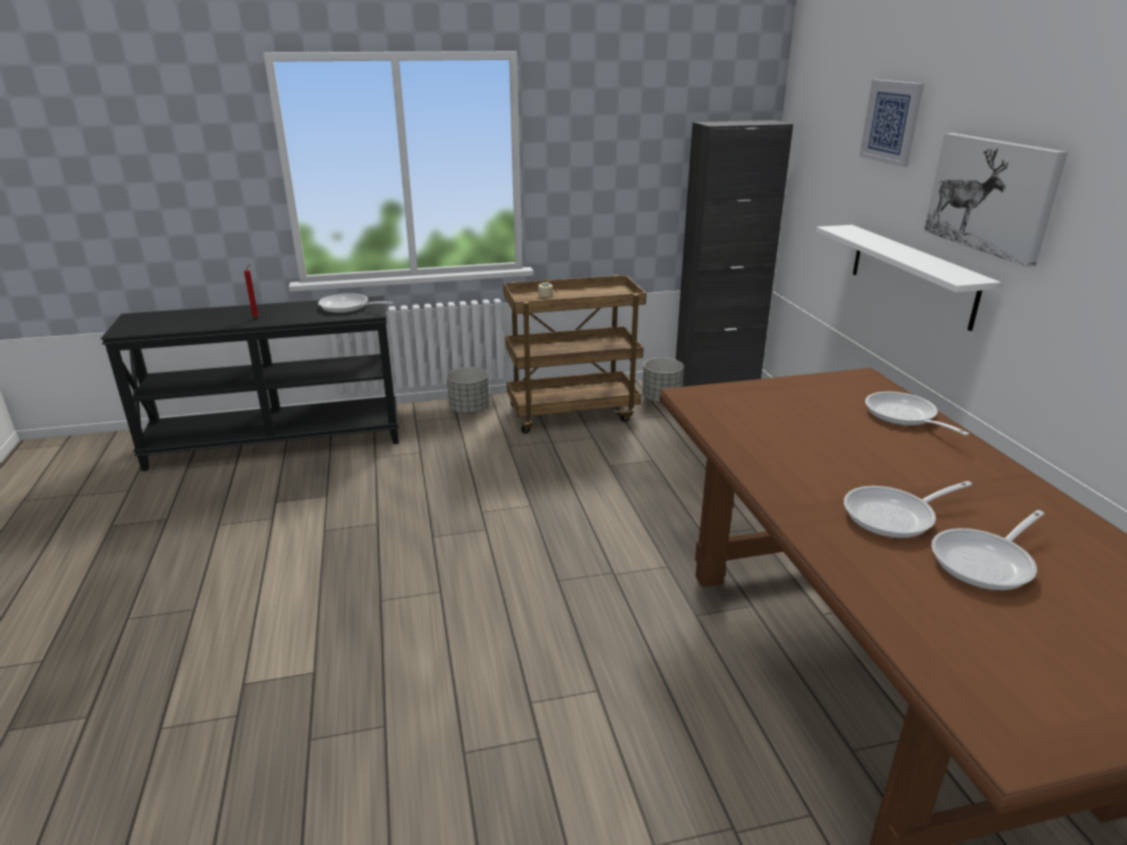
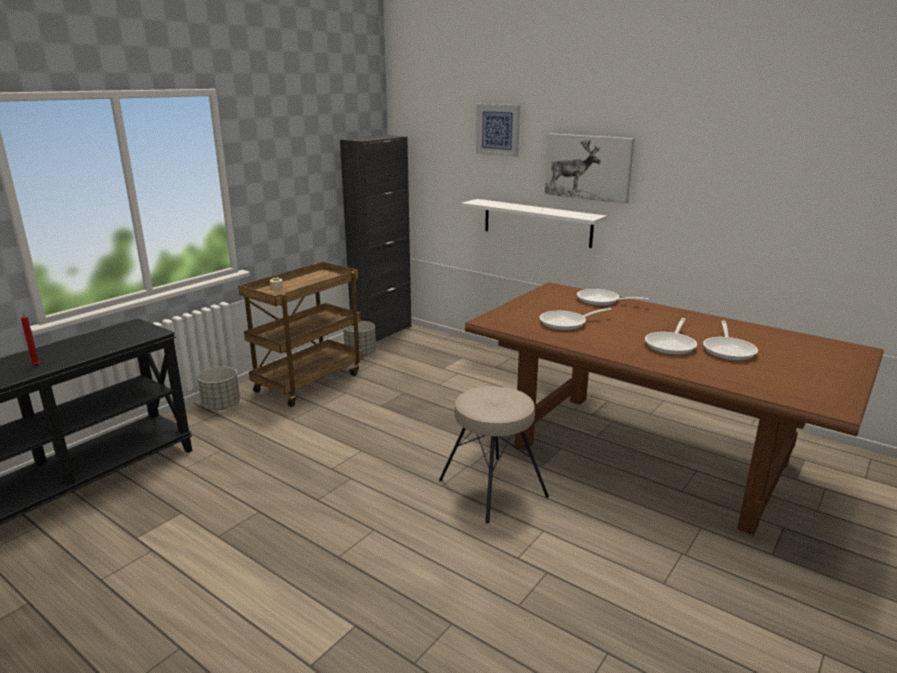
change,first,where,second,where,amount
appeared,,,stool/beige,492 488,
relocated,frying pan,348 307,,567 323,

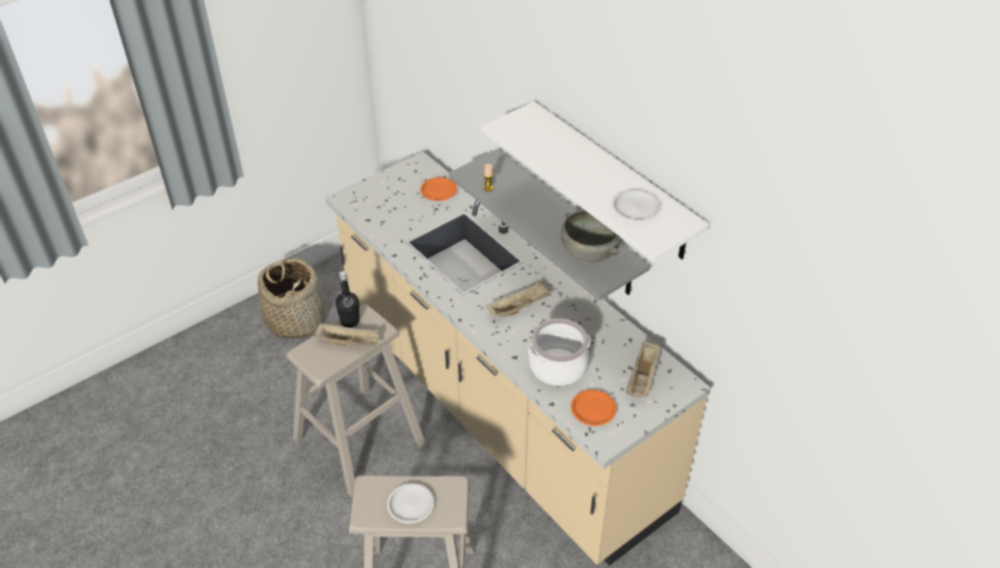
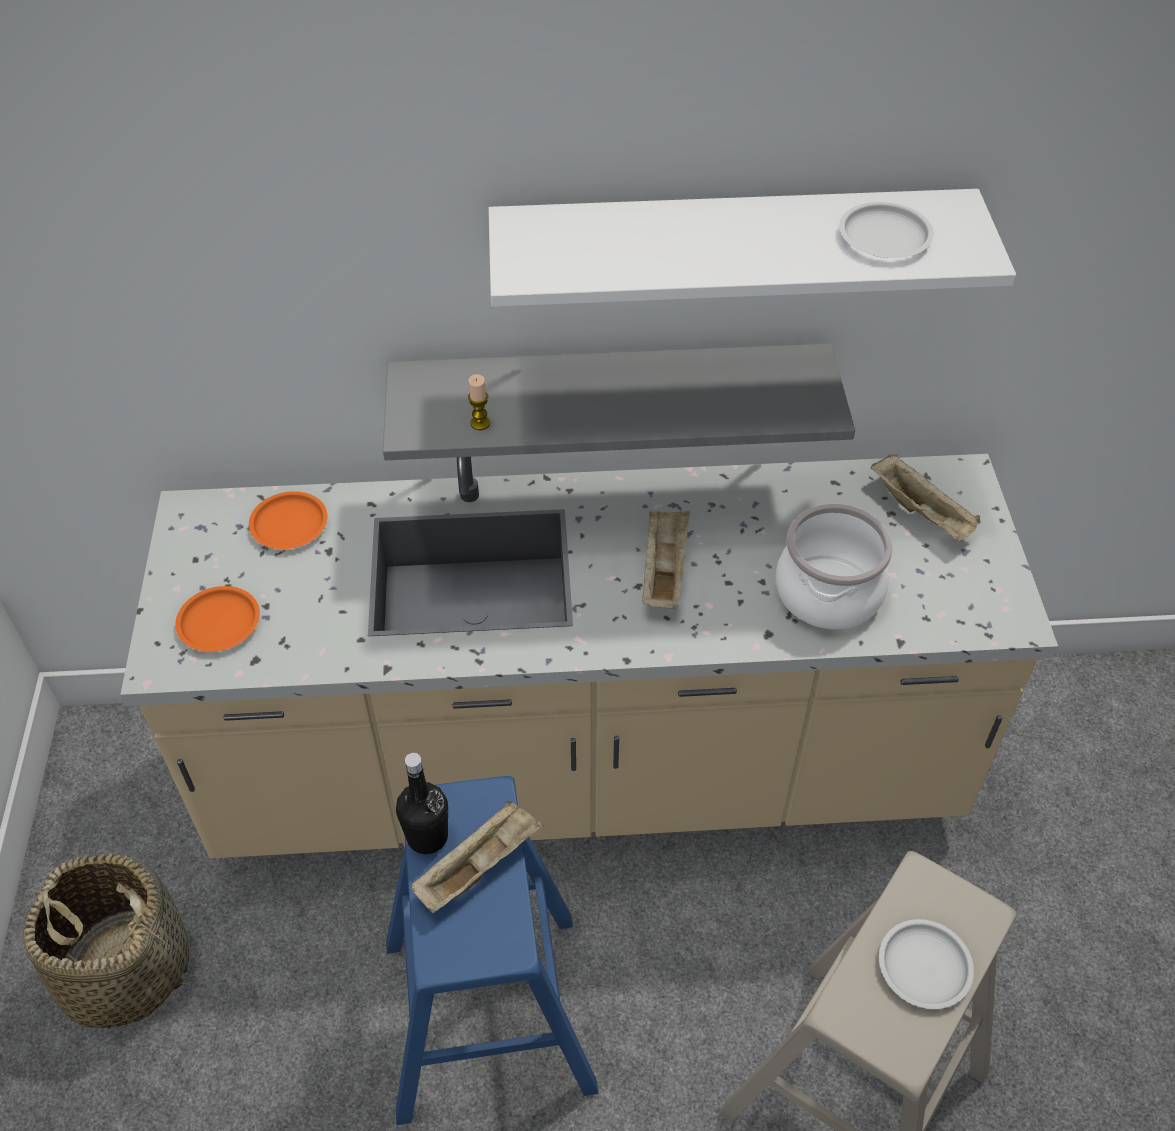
change,first,where,second,where,amount
missing,bowl/grey,588 252,,,
relocated,plate/orange,593 410,,220 622,
colour,stool/beige,358 441,stool/blue,488 1015,

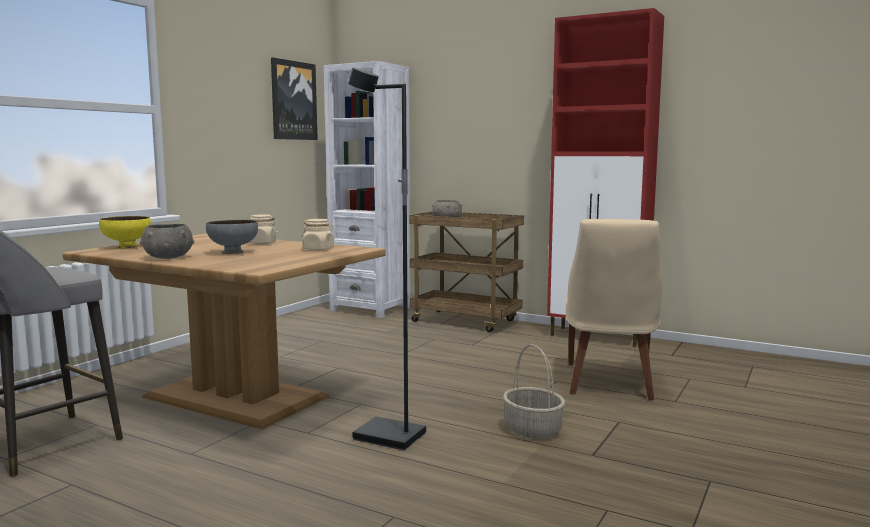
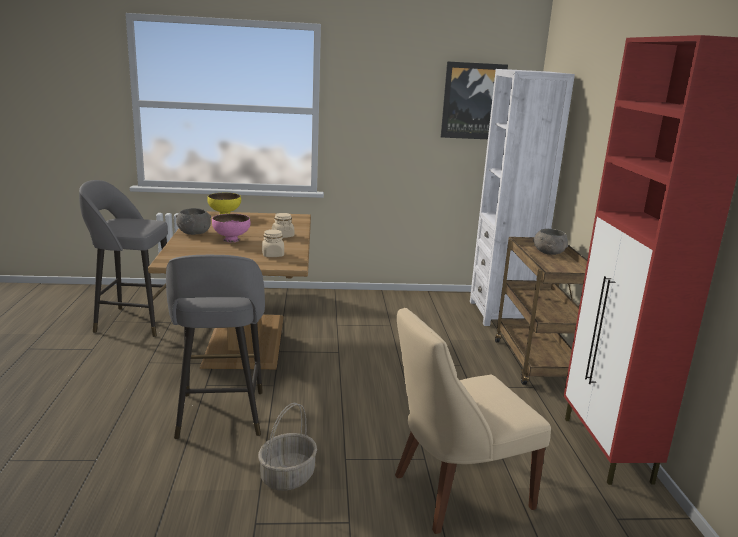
change,first,where,second,where,amount
exchanged,floor lamp/black,388 437,stool/grey,220 416,
colour,bowl/grey,233 252,bowl/pink,231 240,

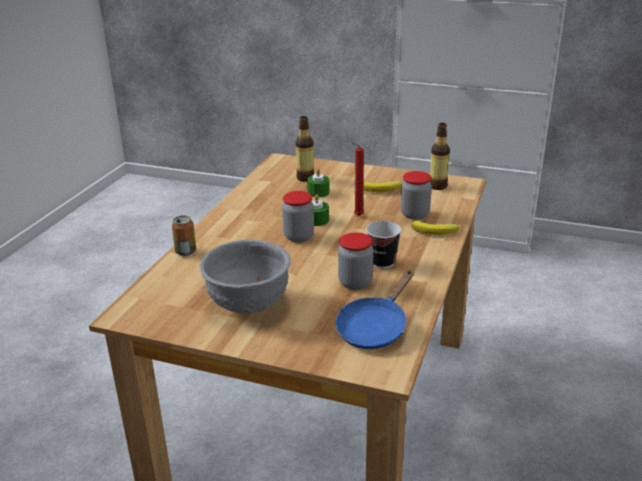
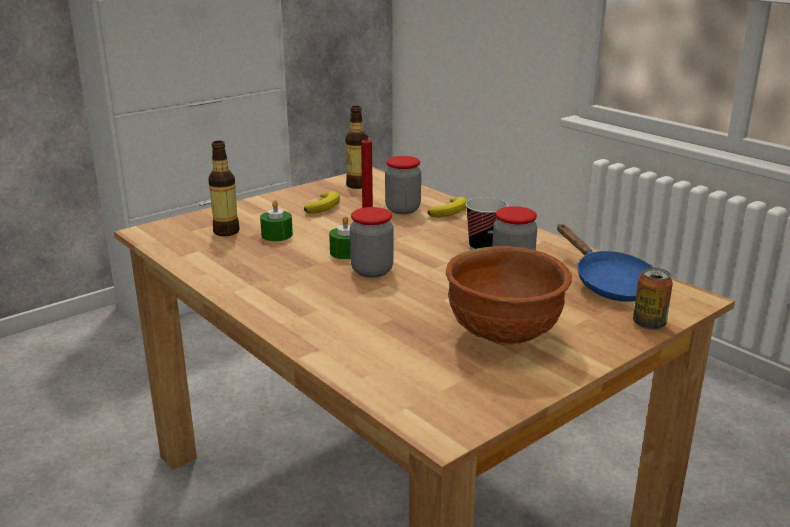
change,first,where,second,where,amount
relocated,can,186 252,,649 324,
colour,bowl/grey,247 305,bowl/brown,503 336,

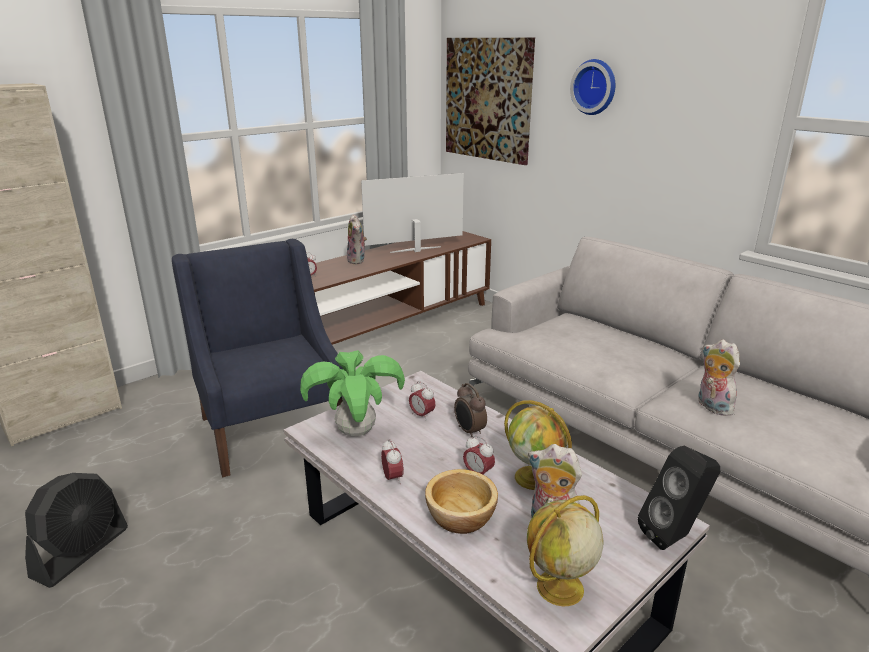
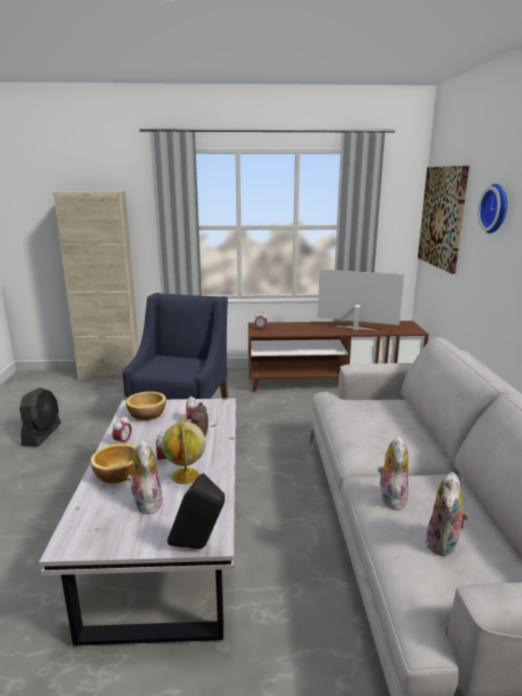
change,first,where,second,where,amount
missing,globe,559 588,,,
relocated,plush toy,357 261,,444 545,
exchanged,potted plant,356 432,bowl,148 414,
spun,fan/black,81 552,,42 434,60 degrees counterclockwise

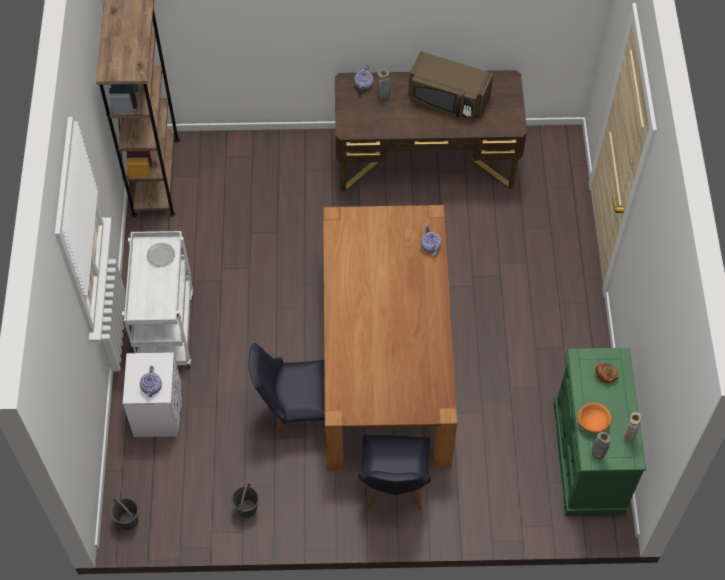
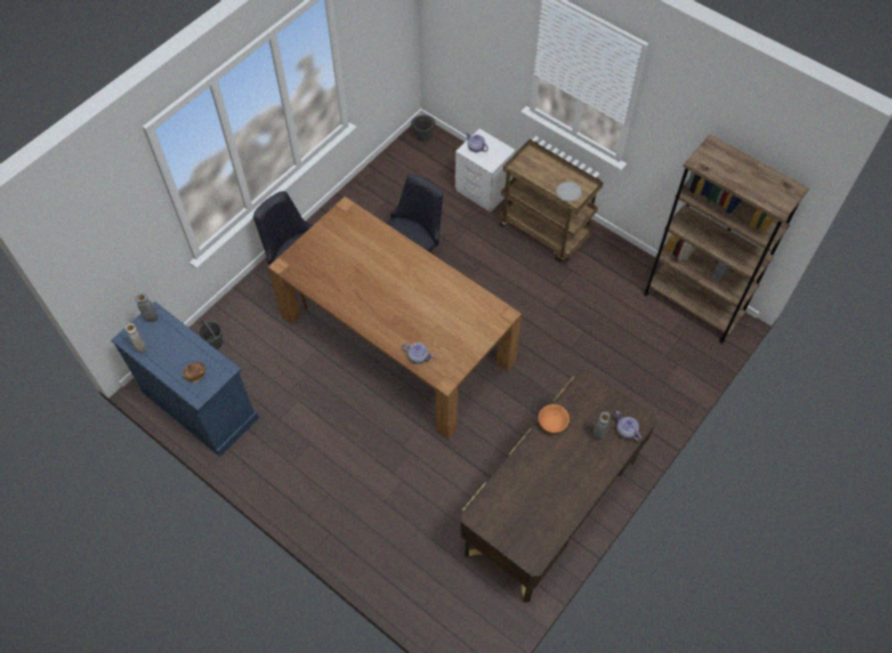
change,first,where,second,where,amount
missing,microwave/brown,448 100,,,
relocated,bucket/grey,247 509,,214 342,
relocated,bowl/orange,592 423,,552 424,
colour,cart/white,165 328,cart/brown,545 231,
colour,dresser/green,588 458,dresser/blue,200 404,

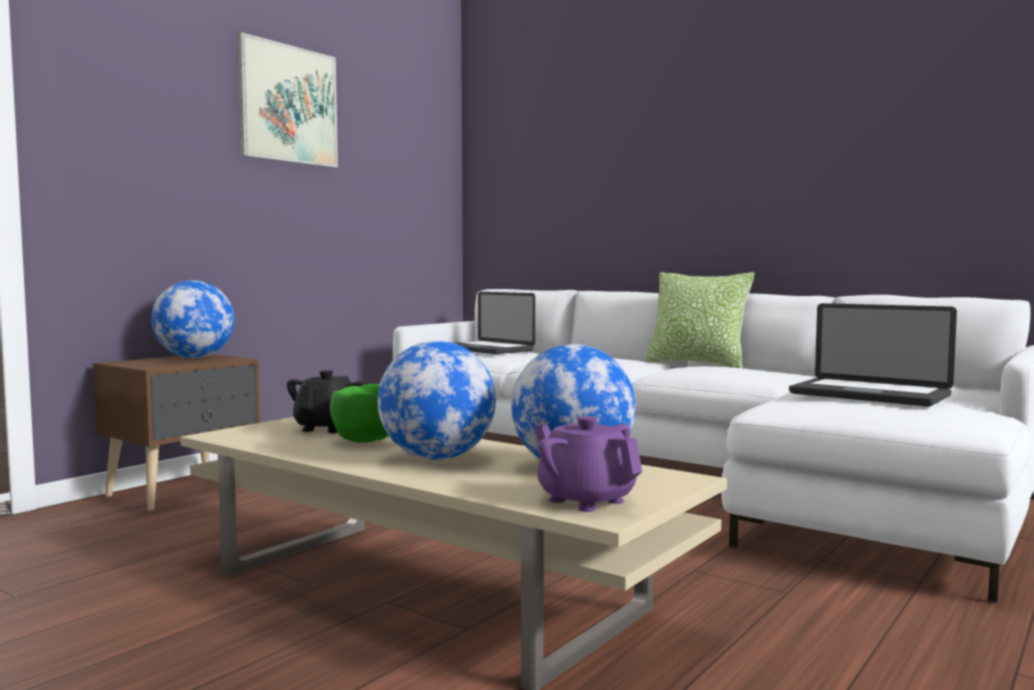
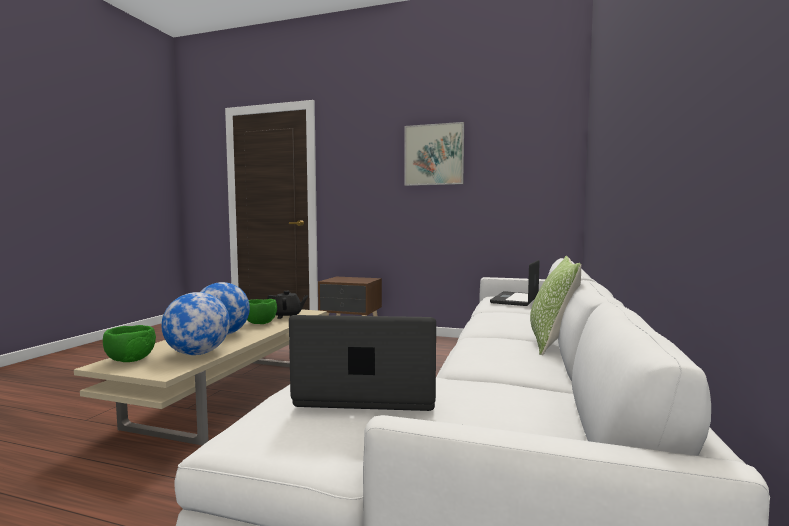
change,first,where,second,where,amount
missing,globe,195 358,,,
exchanged,teapot/purple,585 500,bowl/green,130 360,
spun,laptop,869 395,,367 393,75 degrees clockwise

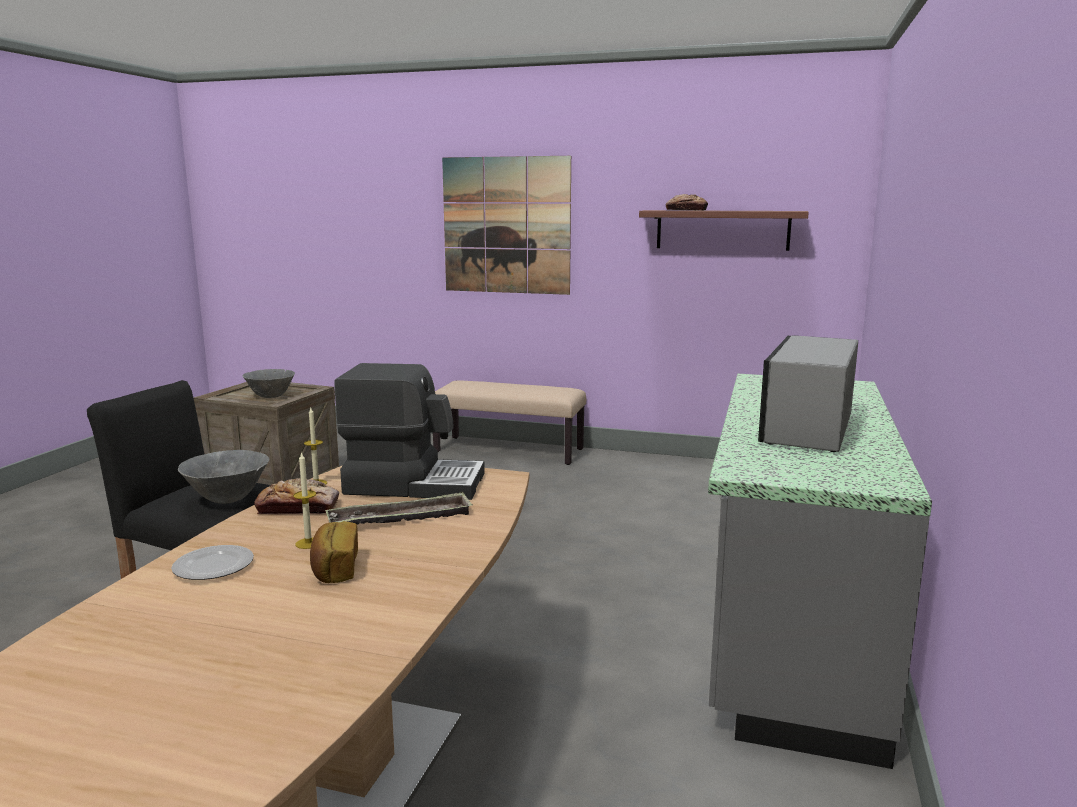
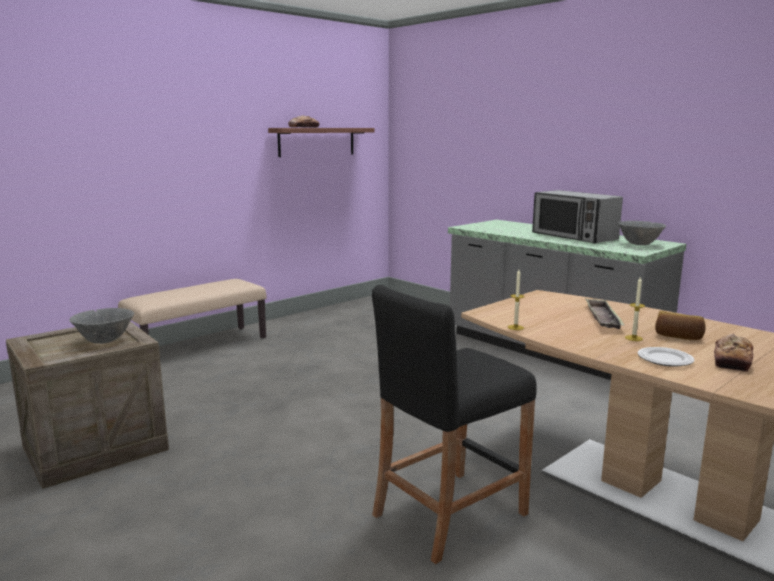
change,first,where,second,where,amount
missing,coffee machine,414 483,,,
missing,picture,506 225,,,
relocated,bowl/grey,228 499,,639 245,
relocated,bread,298 508,,732 360,

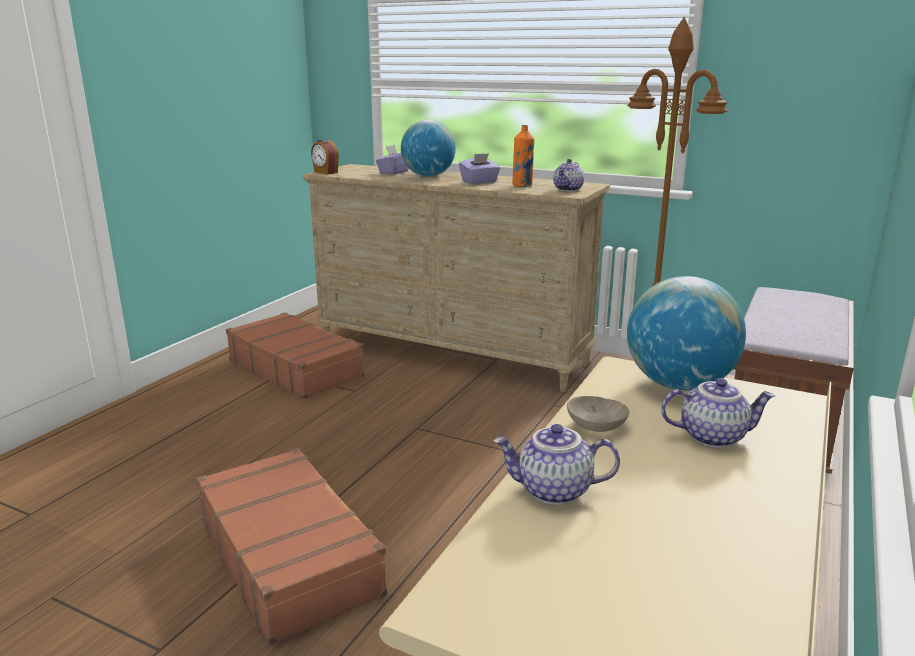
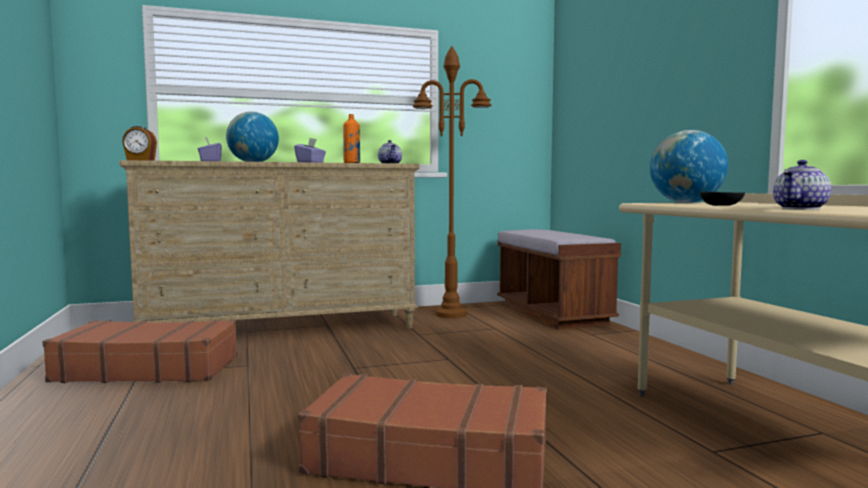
change,first,where,second,where,amount
missing,teapot,712 436,,,
colour,bowl/beige,595 426,bowl/black,721 205,

